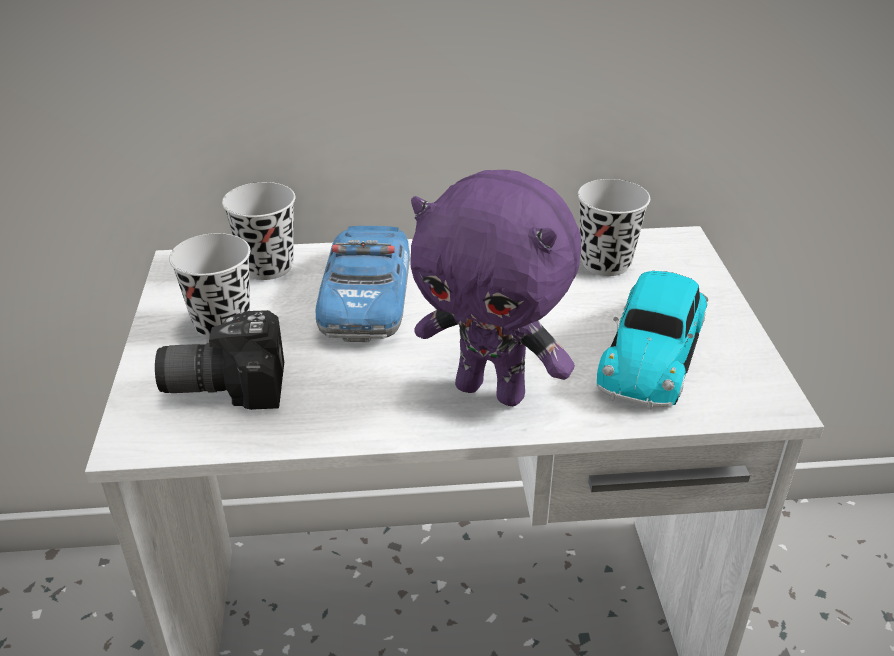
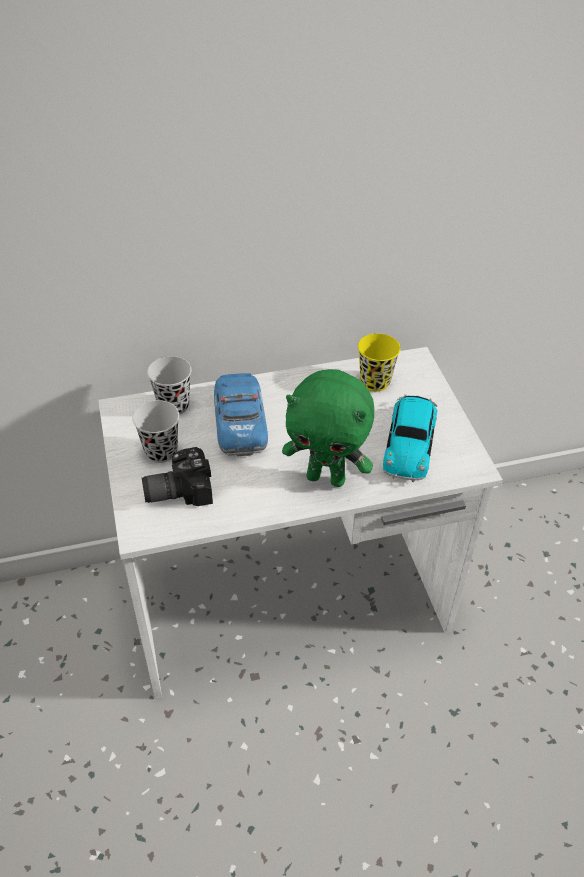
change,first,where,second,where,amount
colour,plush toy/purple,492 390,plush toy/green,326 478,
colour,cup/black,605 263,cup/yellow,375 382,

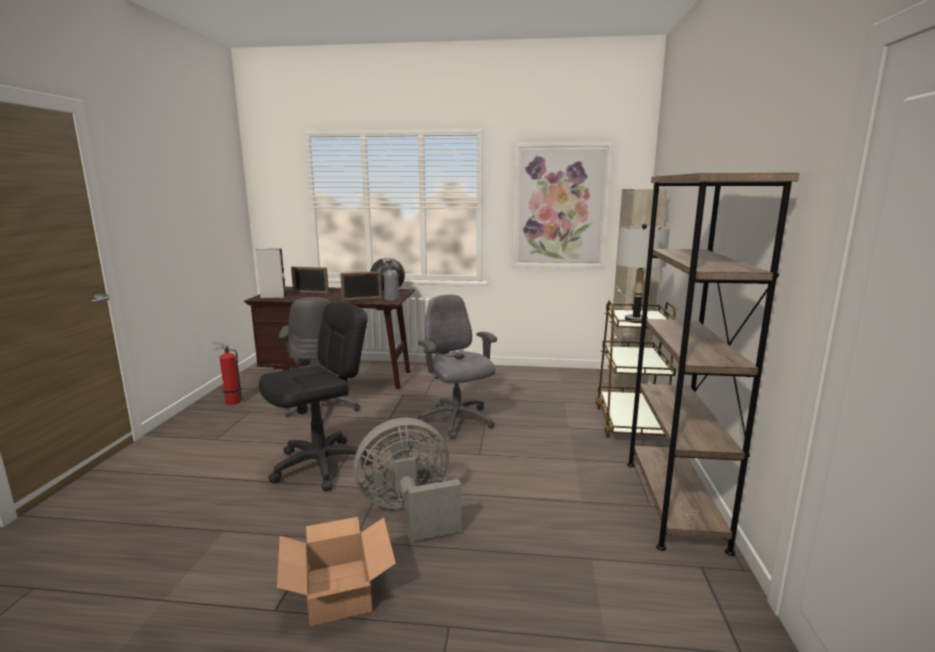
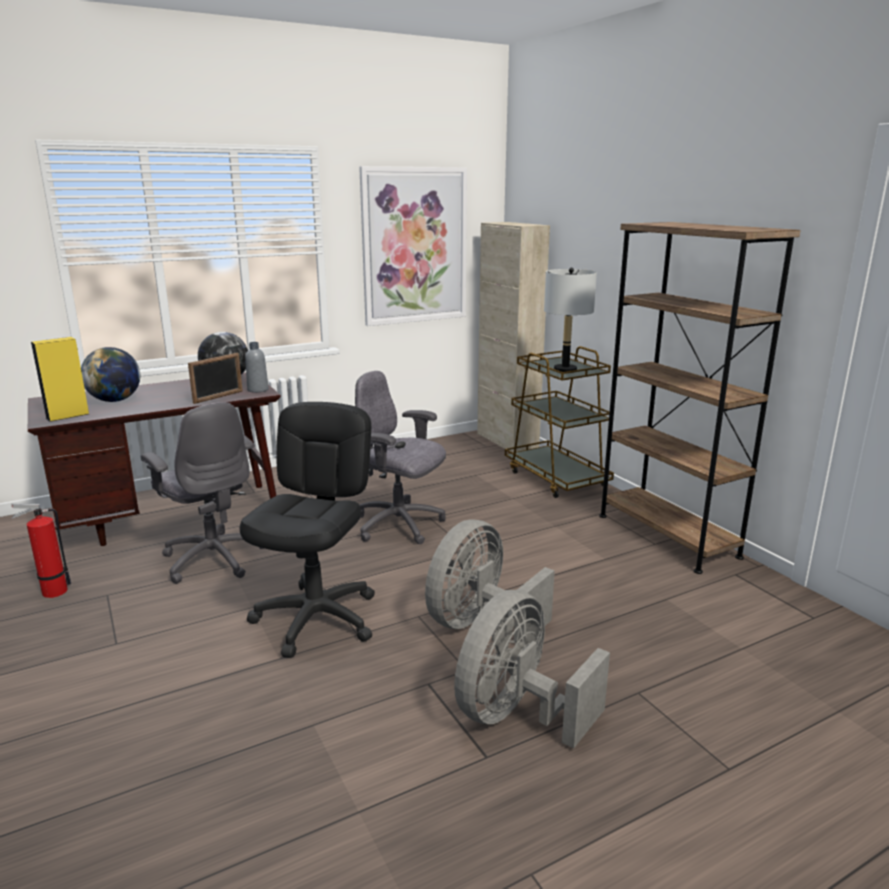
change,first,where,second,where,amount
exchanged,cardboard box,337 591,fan/grey,517 715,
exchanged,picture frame,310 293,globe,115 400,
colour,speaker/grey,273 297,speaker/yellow,67 416,

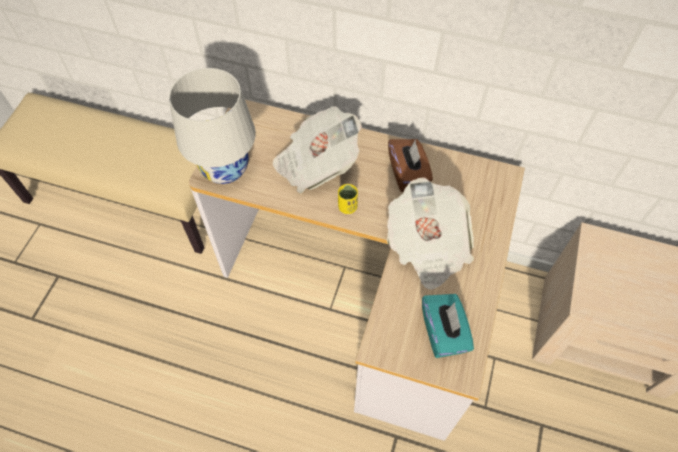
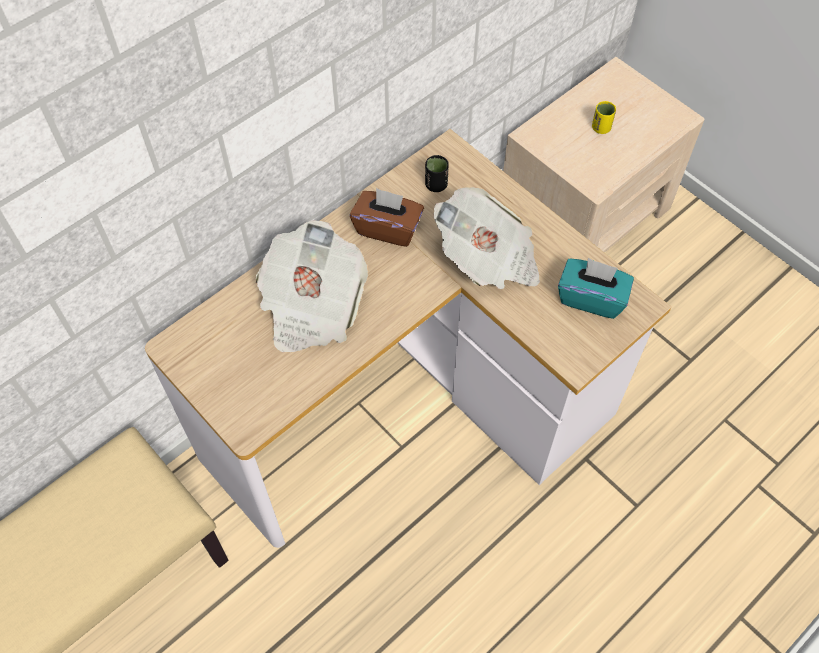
change,first,where,second,where,amount
missing,table lamp/white,224 168,,,
appeared,,,cup/black,436 185,
relocated,cup/yellow,347 207,,601 128,

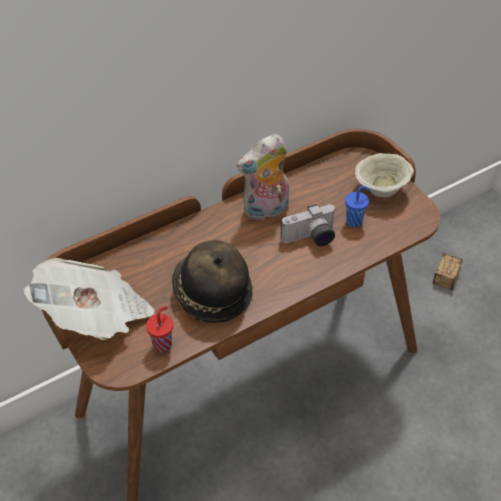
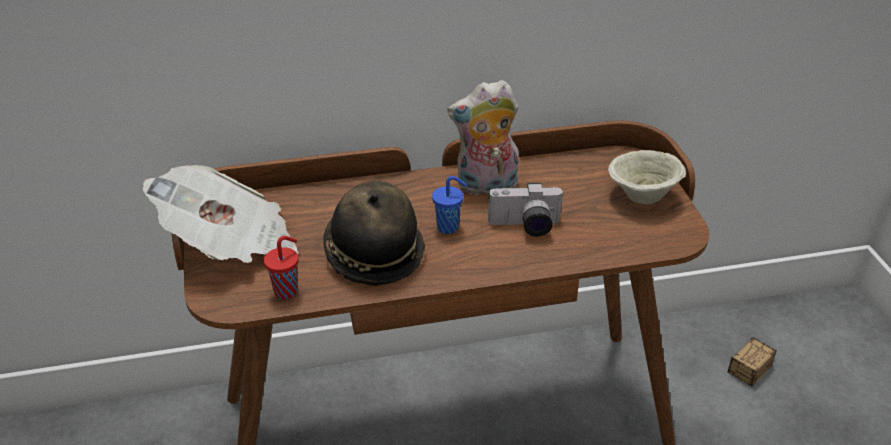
change,first,where,second,where,amount
relocated,cup/blue,355 221,,449 227,

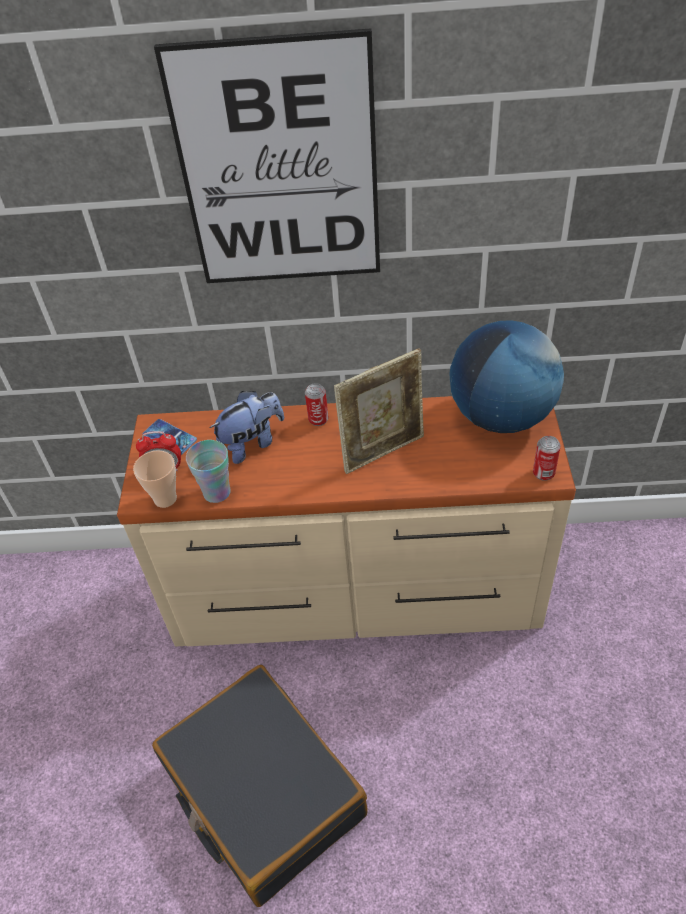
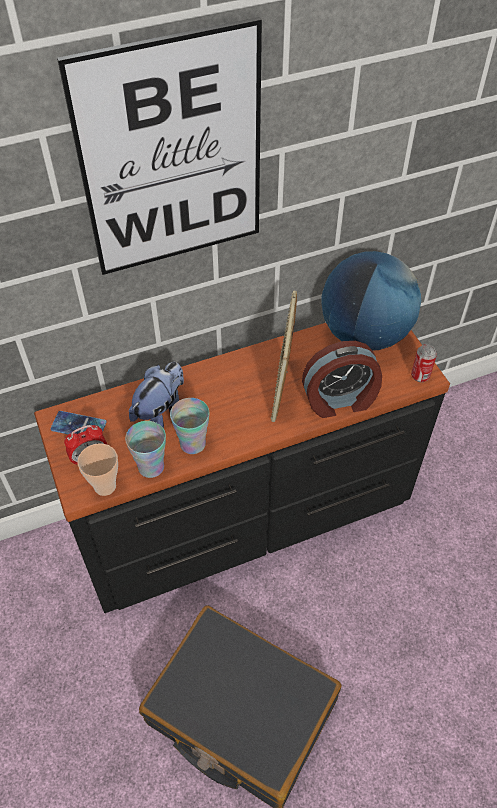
change,first,where,second,where,amount
missing,can,318 419,,,
appeared,,,cup,192 444,
appeared,,,alarm clock,340 401,
colour,dresser/beige,355 592,dresser/black,247 515,
spun,picture frame,383 451,,281 390,150 degrees clockwise

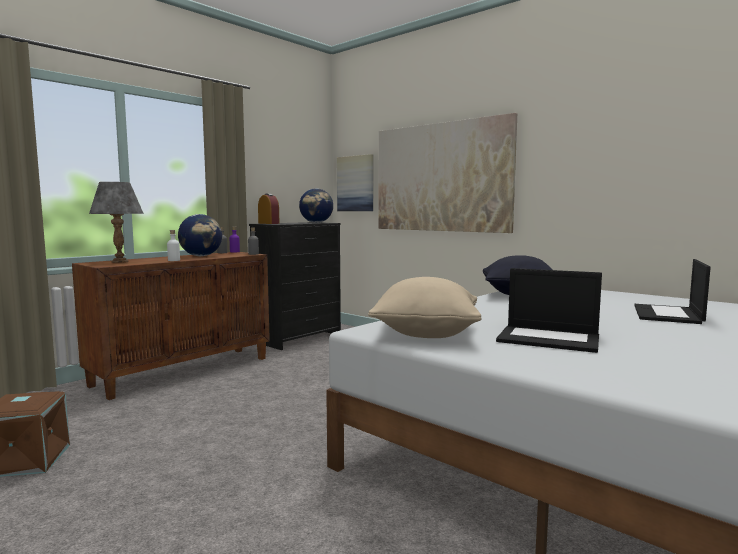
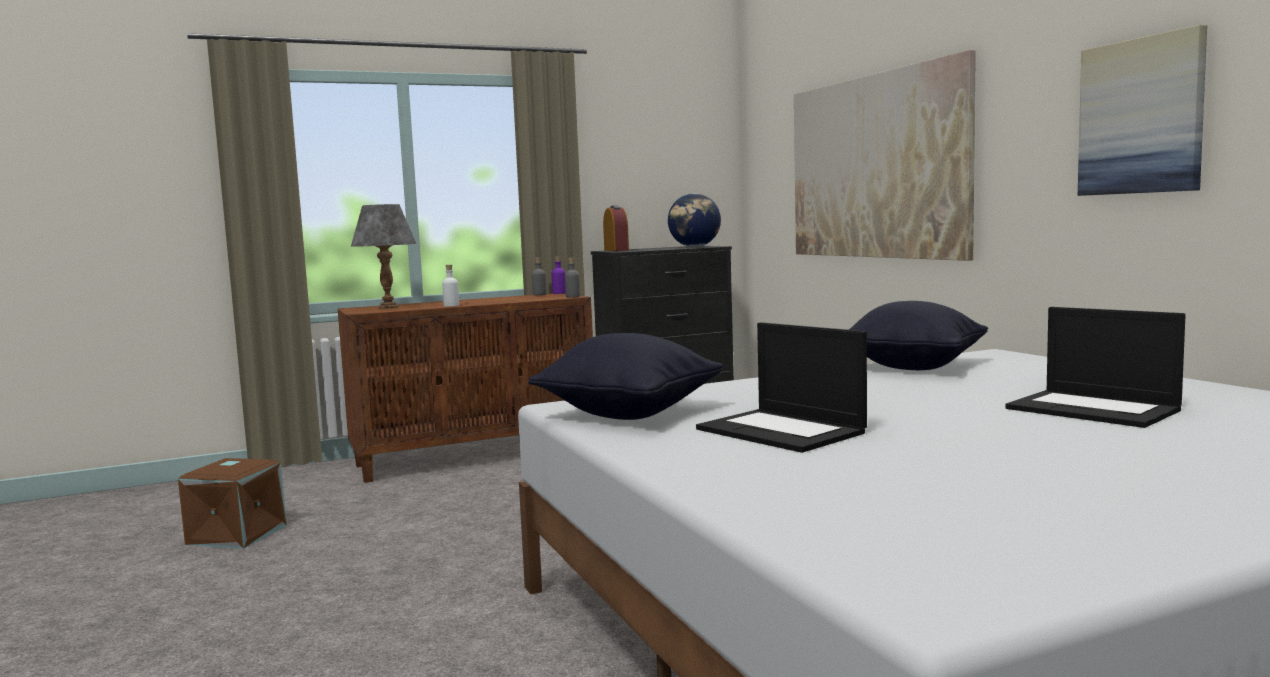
change,first,where,second,where,amount
missing,globe,201 256,,,
relocated,picture,355 183,,1141 116,
colour,pillow/beige,426 334,pillow/black,629 414,
spun,laptop,668 314,,1094 409,90 degrees counterclockwise

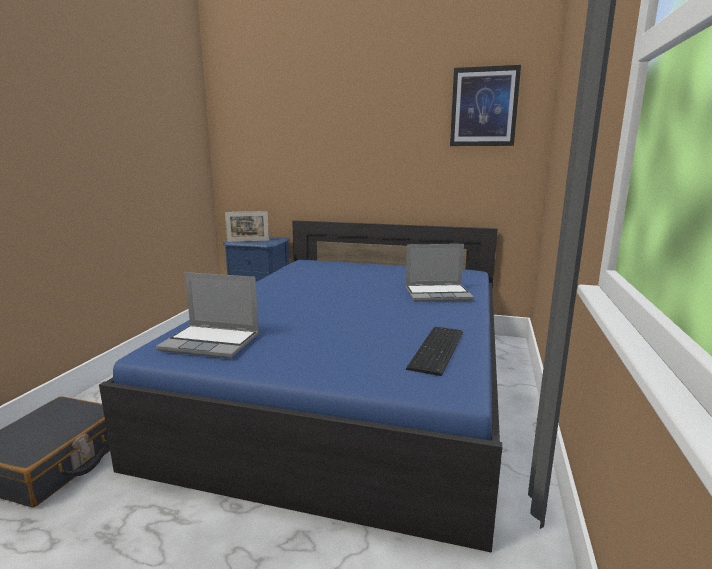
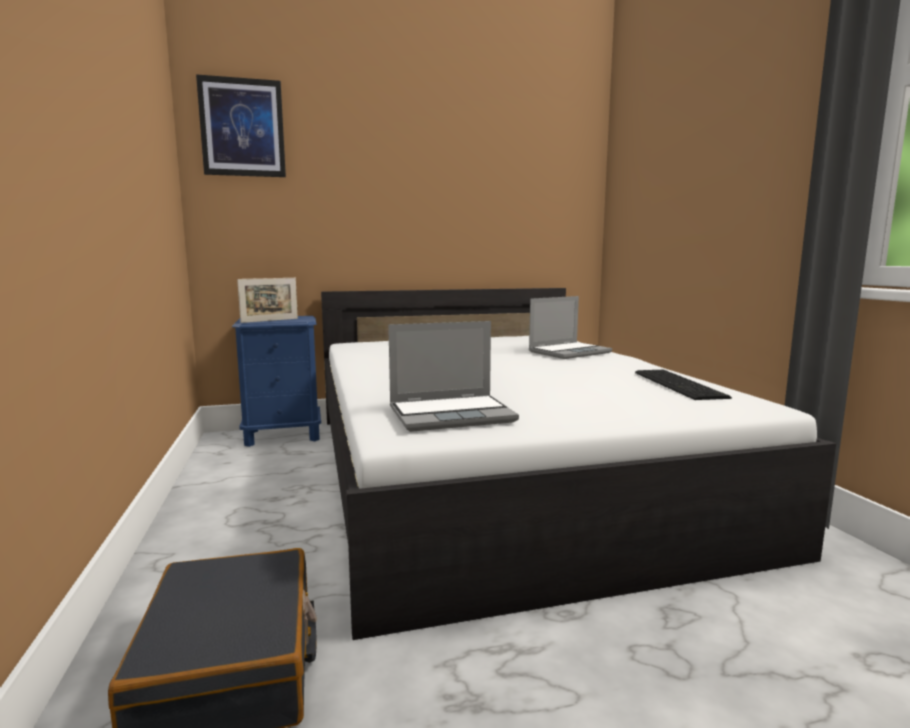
change,first,where,second,where,amount
relocated,picture,484 107,,242 128,
colour,bed/blue,352 384,bed/white,500 472,

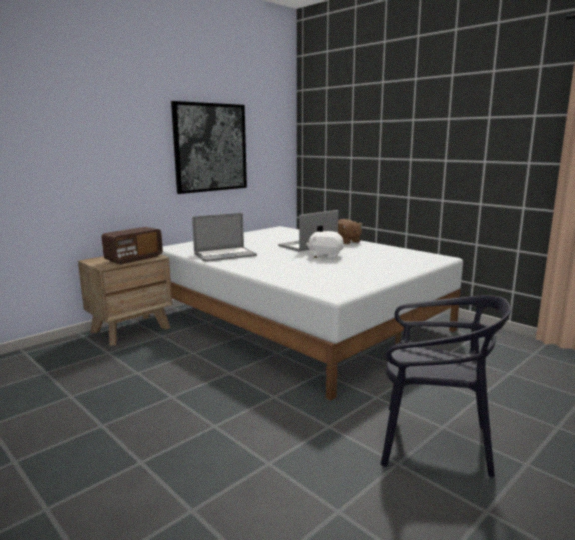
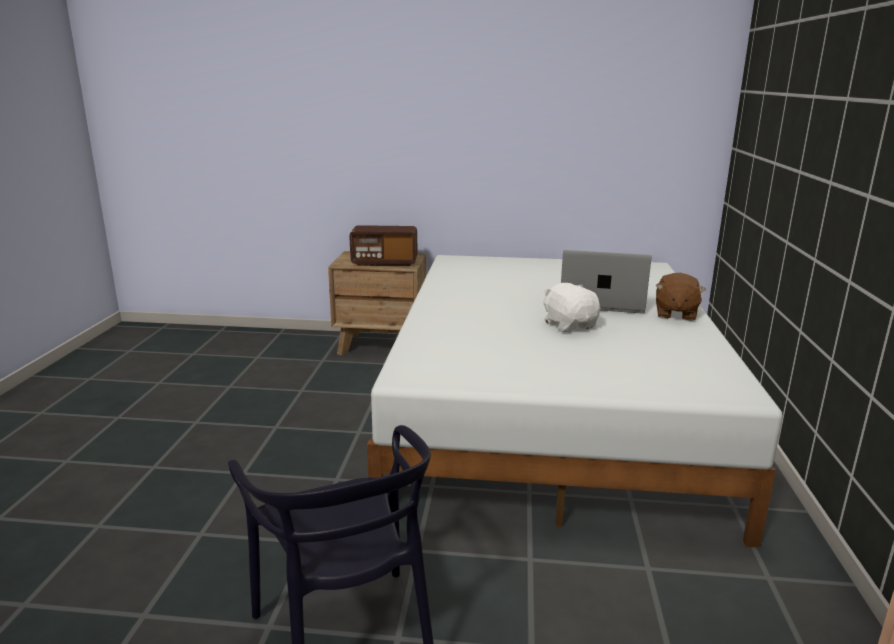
change,first,where,second,where,amount
missing,picture,210 147,,,
missing,laptop,225 255,,,

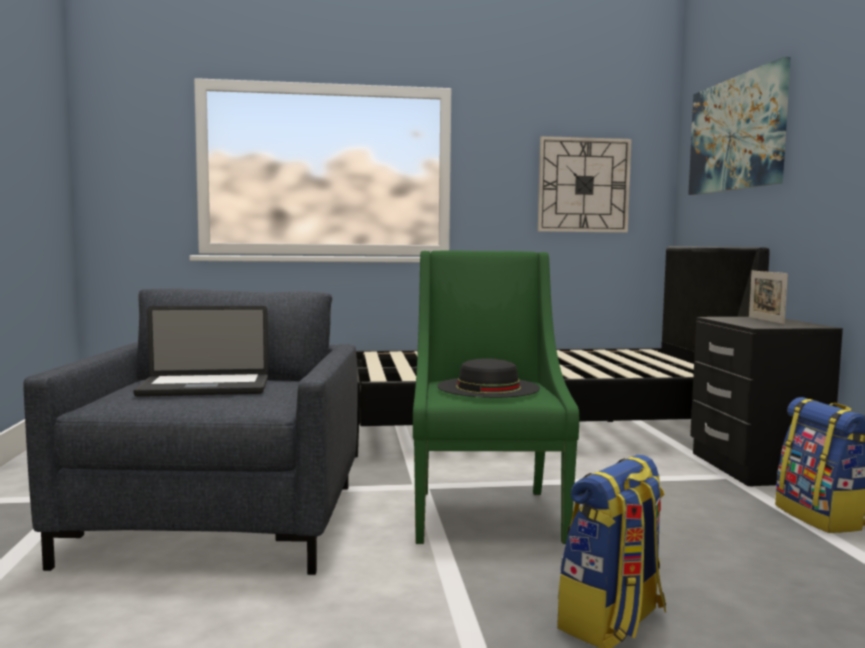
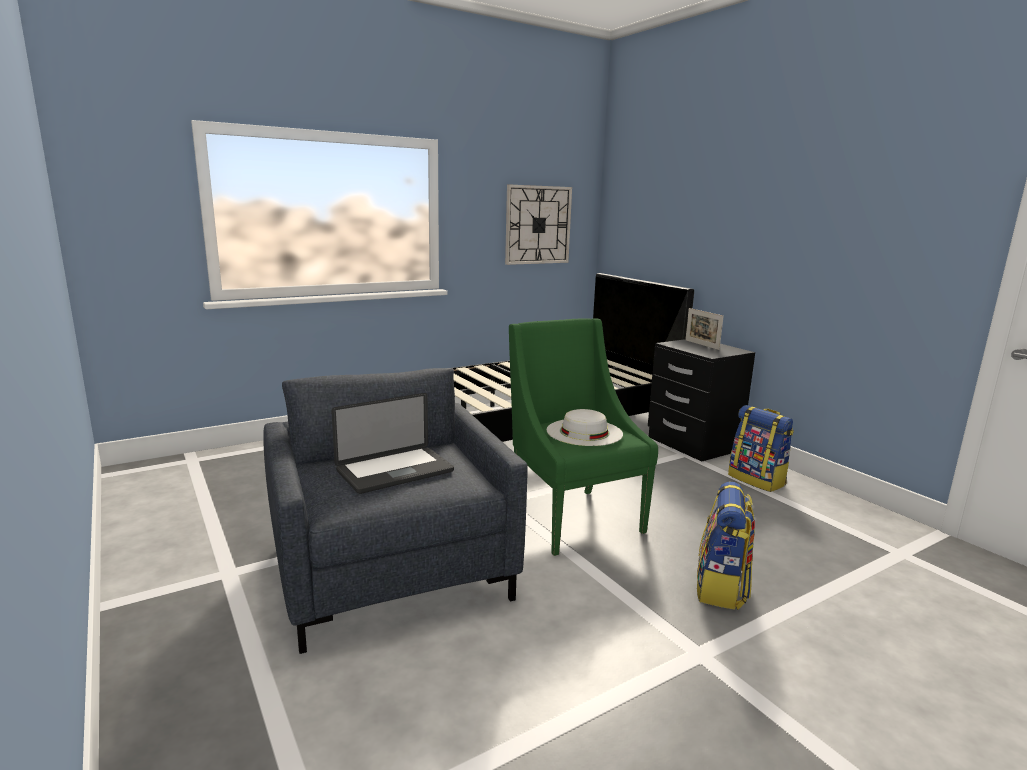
change,first,where,second,where,amount
missing,picture,736 134,,,
colour,hat/black,488 387,hat/white,584 432,

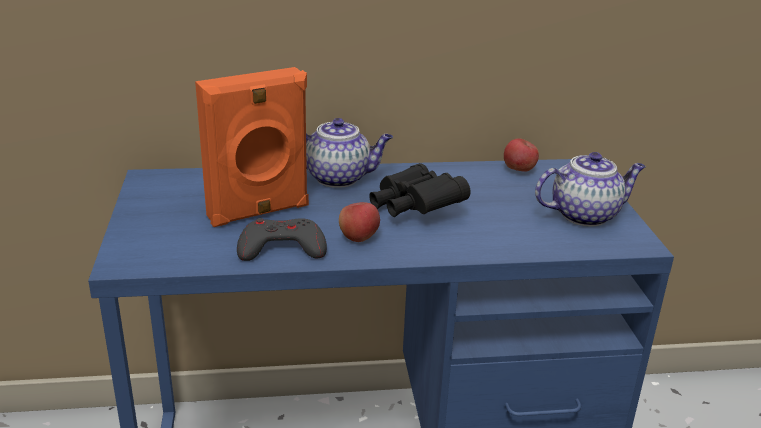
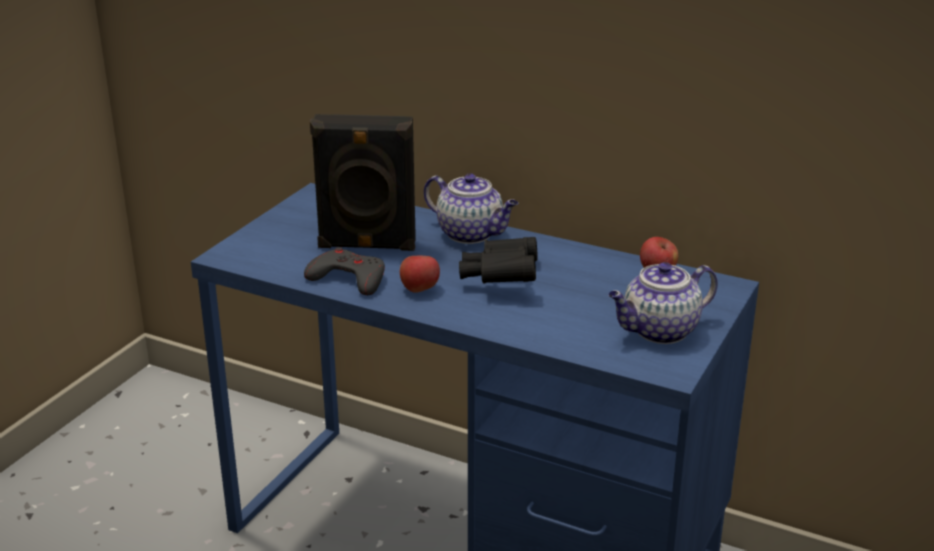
change,first,where,second,where,amount
colour,speaker/orange,259 212,speaker/black,367 245,
spun,teapot,585 214,,659 331,135 degrees clockwise

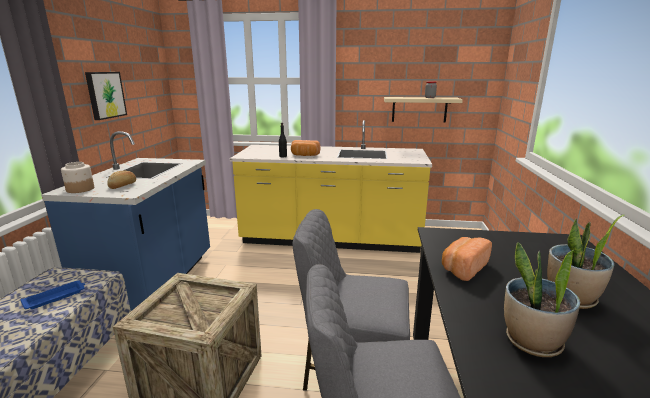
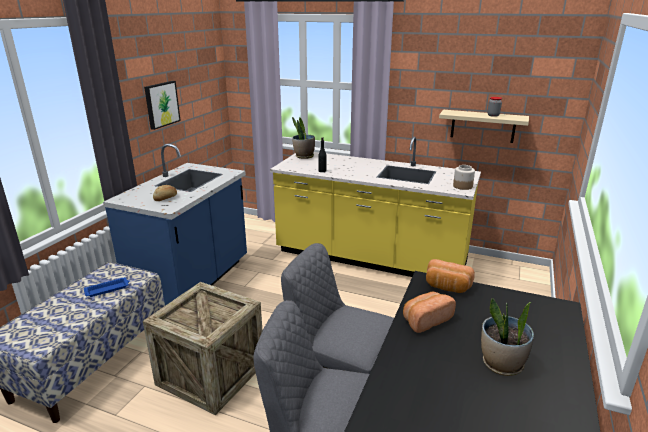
change,first,where,second,where,amount
relocated,jar,80 189,,462 186,
relocated,bread,304 155,,447 287,
relocated,potted plant,532 342,,304 156,

